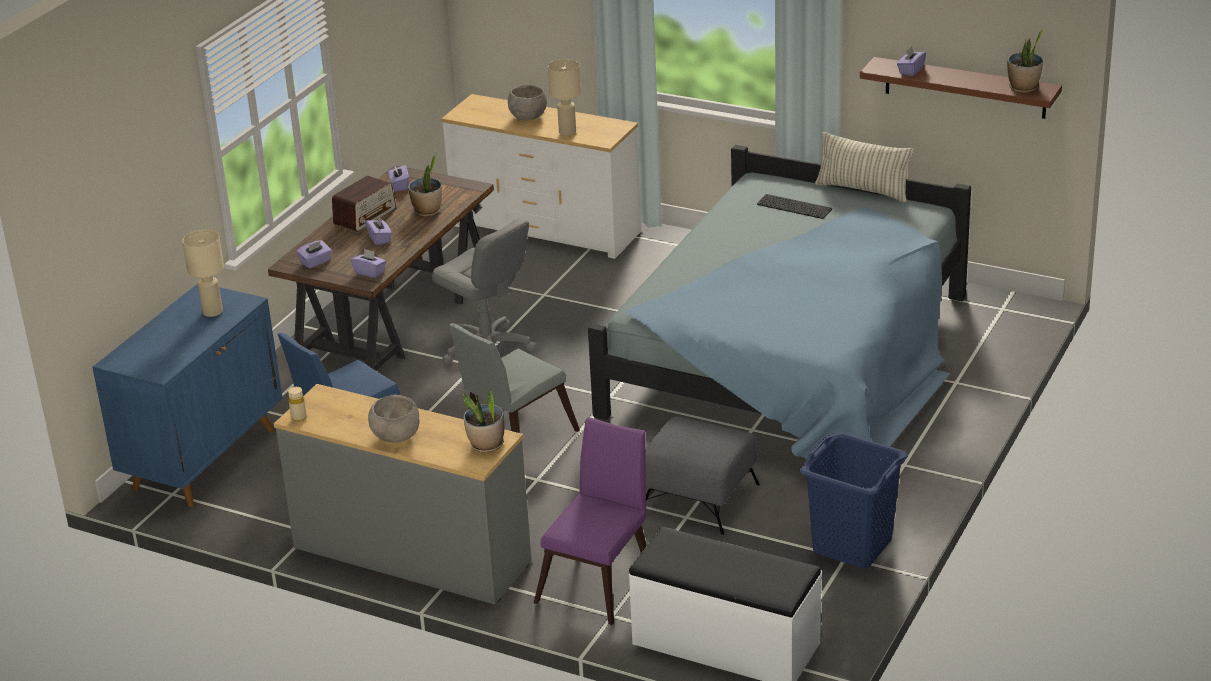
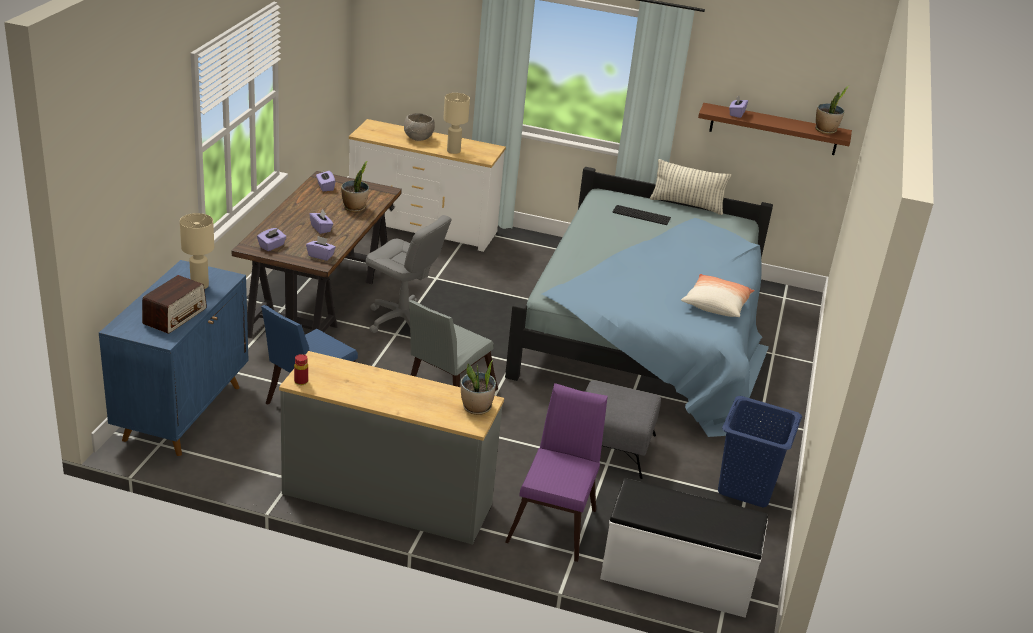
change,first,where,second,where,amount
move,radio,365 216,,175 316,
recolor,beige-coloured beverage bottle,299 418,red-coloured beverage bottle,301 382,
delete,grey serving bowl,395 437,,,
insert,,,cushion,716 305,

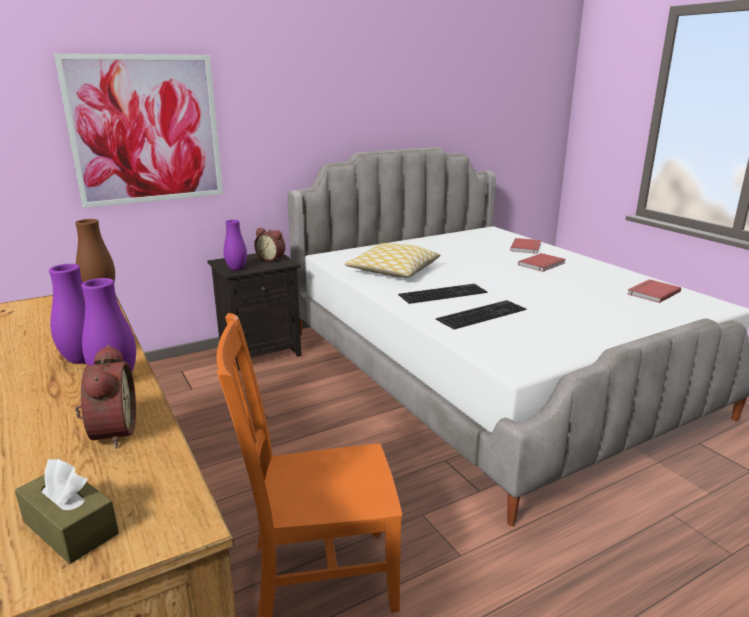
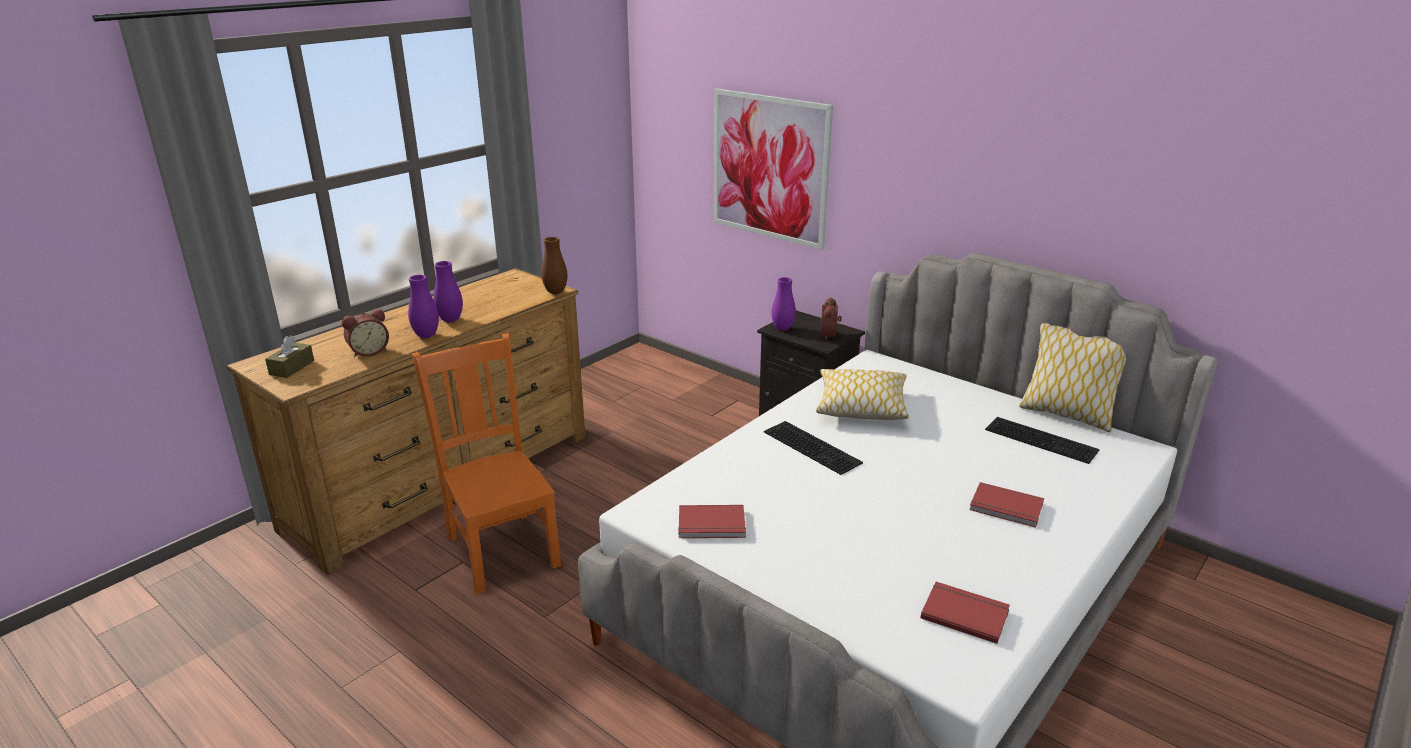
change,first,where,second,where,amount
move,red-coloured bound book,527 247,,712 525,
move,keyboard,481 313,,1042 439,
insert,,,cushion,1066 414,

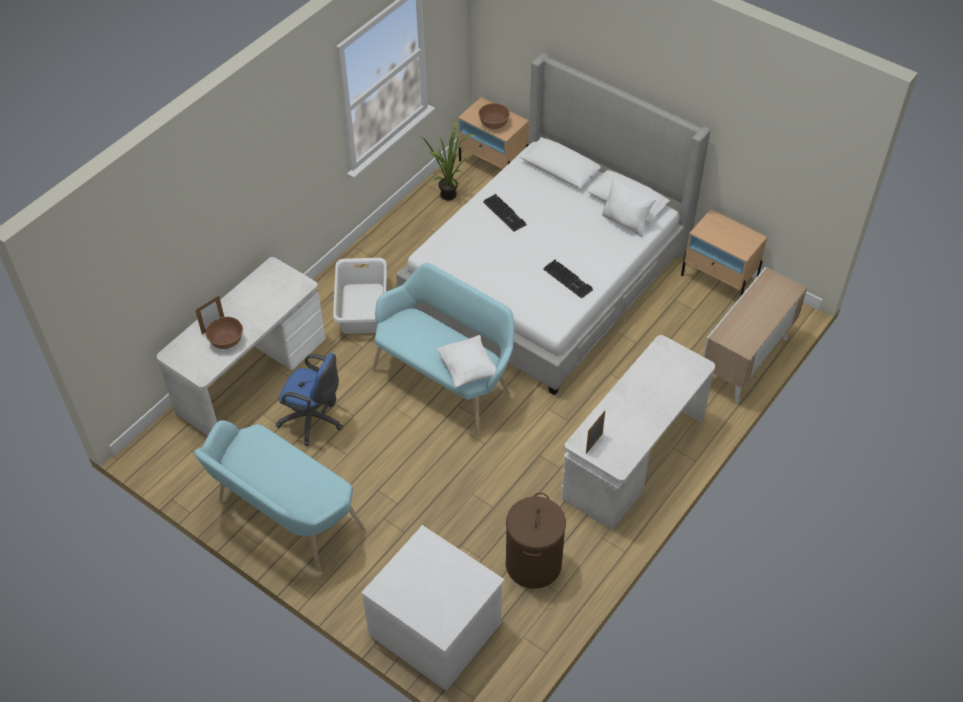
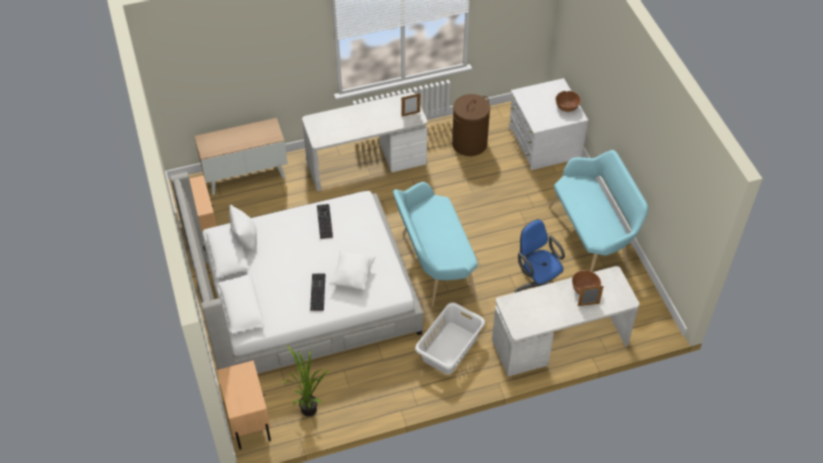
change,first,where,second,where,amount
move,brown-coloured serving bowl,494 123,,566 107,
move,white cushion,468 370,,353 276,

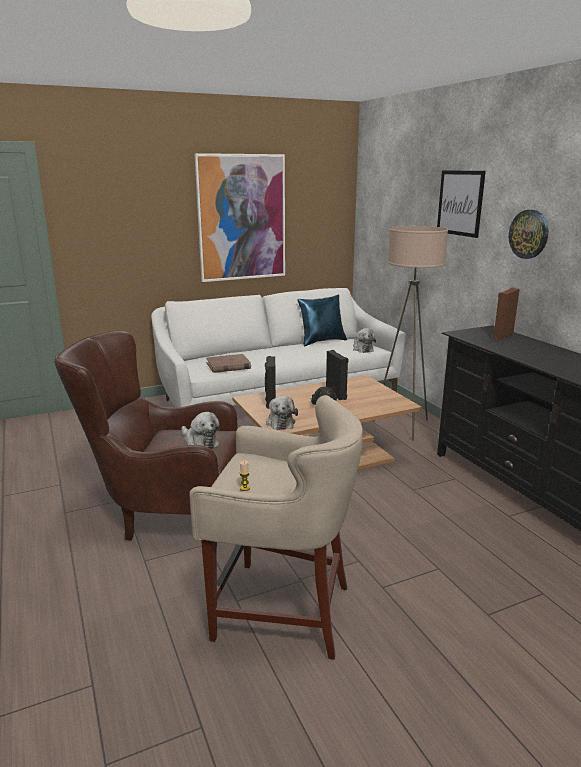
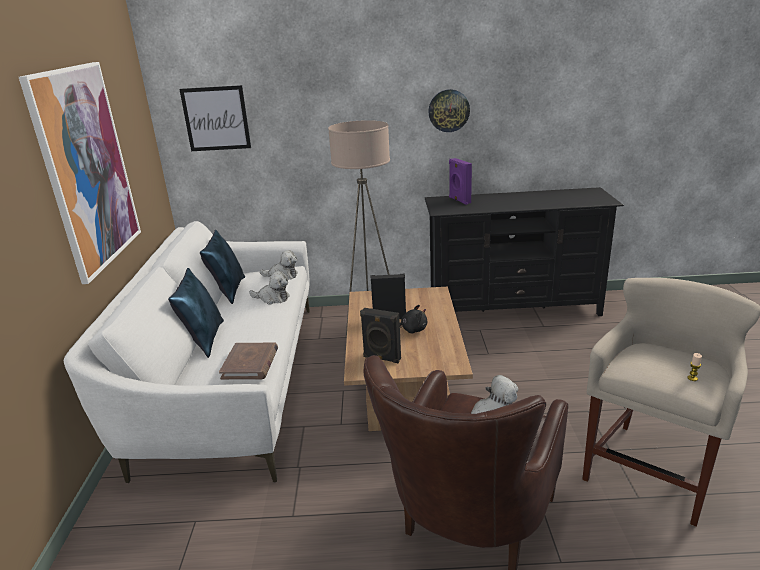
change,first,where,second,where,amount
move,wall art,460 203,,216 118,
recolor,brown-coloured speaker,502 335,purple-coloured speaker,459 200,
move,plush toy,280 422,,272 298,
insert,,,blue-coloured cushion,204 339,

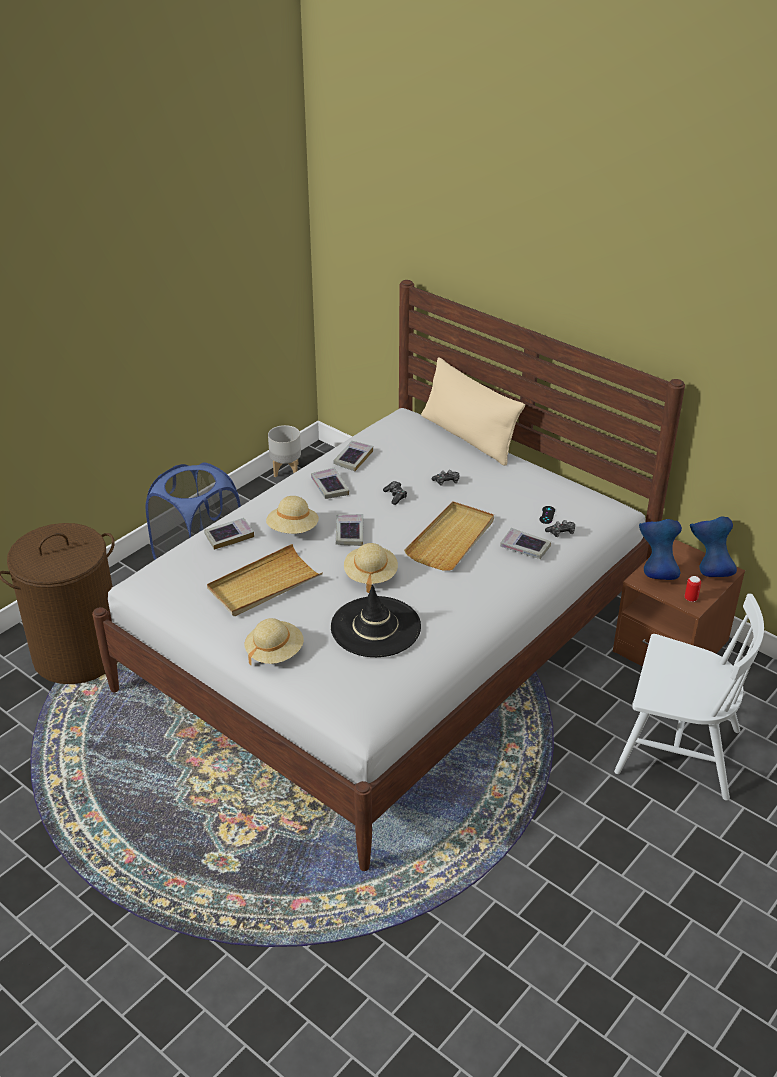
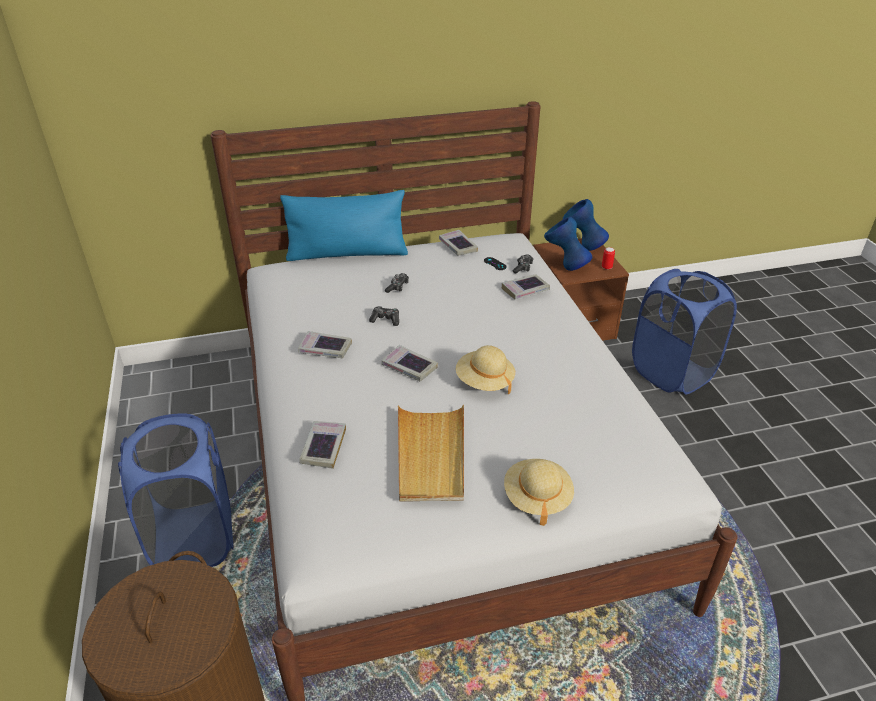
change,first,where,second,where,amount
recolor,beige-coloured cushion,468 437,blue-coloured cushion,347 254,
delete,grey flower pot,286 470,,,
move,bound book,353 458,,458 246,
delete,beige-coloured wearable hat,293 530,,,
delete,beige-coloured serving tray,451 539,,,
delete,blackish wearable hat,375 627,,,
replace,white chair,677 750,blue-coloured washing basket,672 372,

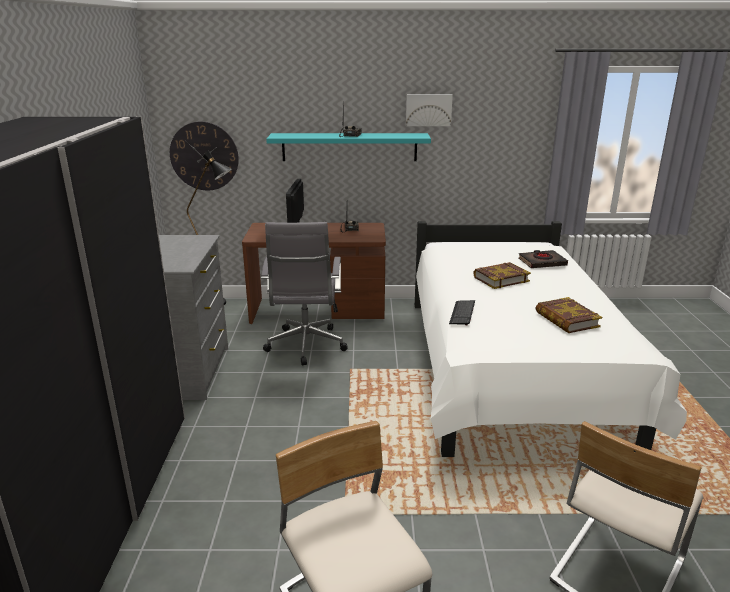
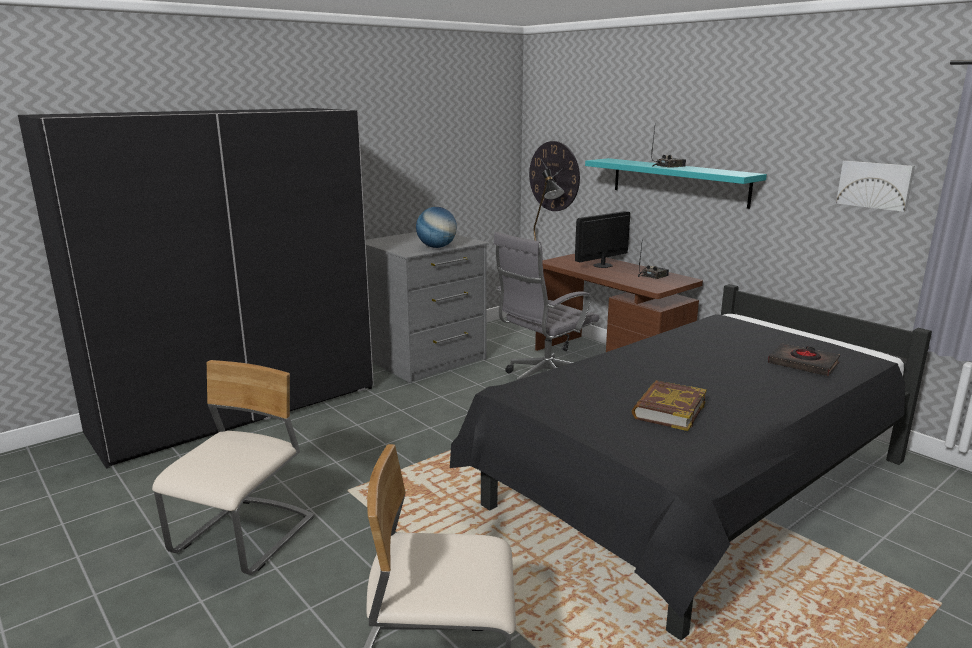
change,first,where,second,where,amount
move,wall art,428 110,,875 185,
recolor,white sleeping bed,509 371,blackish sleeping bed,693 488,
delete,bound book,500 279,,,
delete,keyboard,462 313,,,
insert,,,globe,436 247,

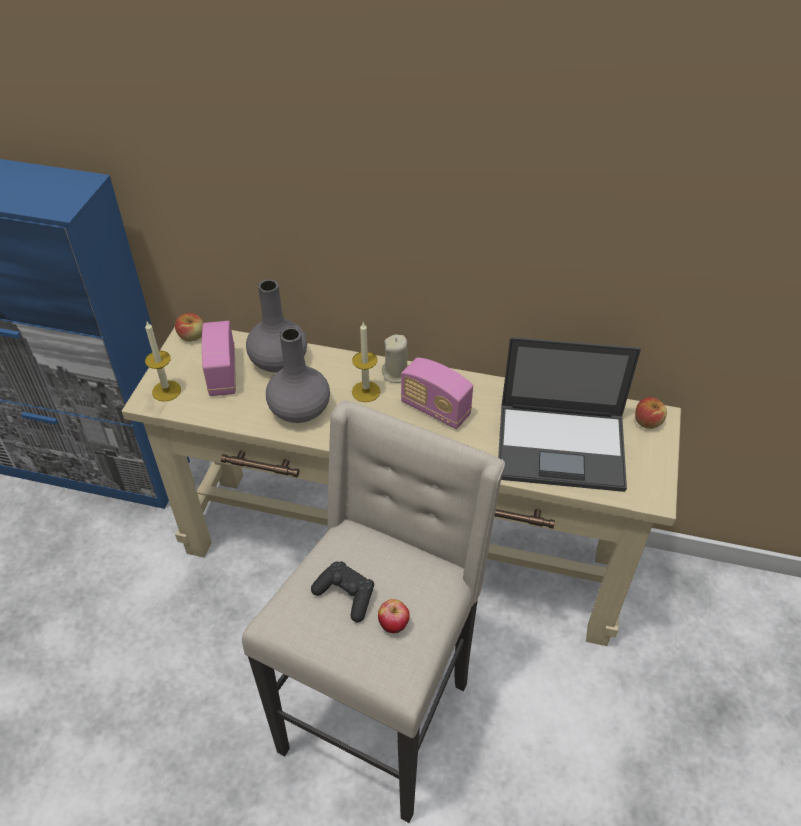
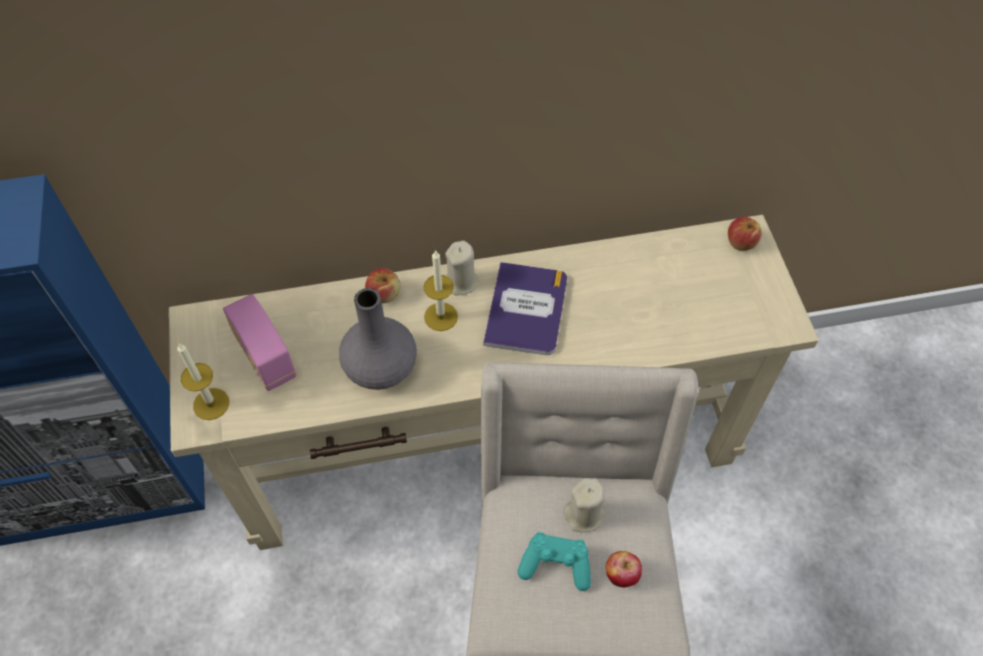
change,first,where,second,where,amount
delete,grey decorative vase,279 360,,,
move,apple,192 336,,384 294,
delete,portable computer,562 446,,,
replace,radio,435 409,bound book,526 309,
recolor,blackish joypad,346 595,turquoise joypad,555 564,
insert,,,beige-coloured wax light,584 514,

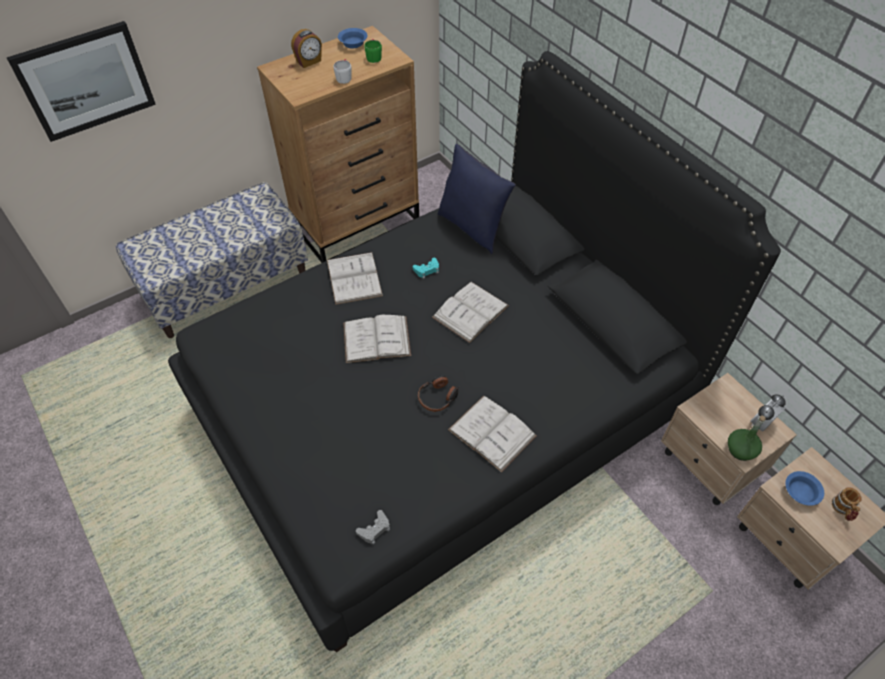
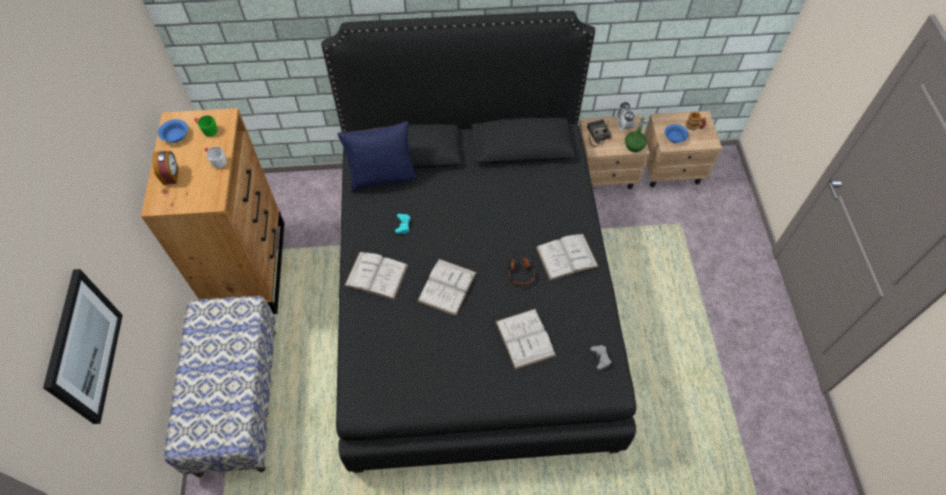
change,first,where,second,where,amount
move,white bound book,470 311,,525 338,
insert,,,radio,597 135,

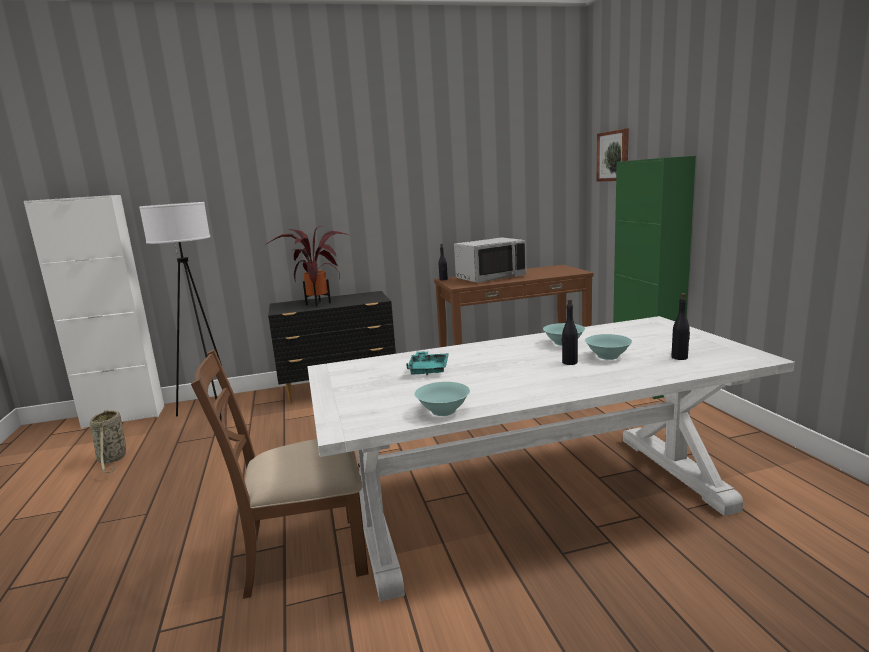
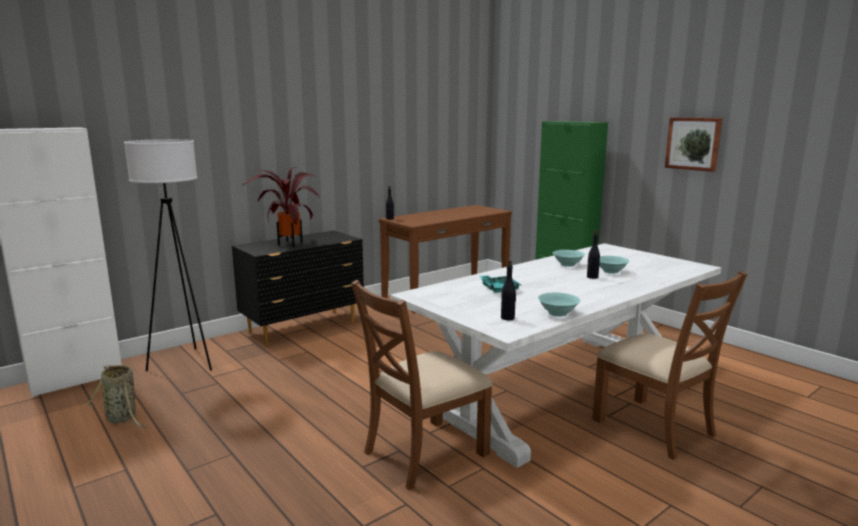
change,first,where,second,where,amount
move,wall art,613 156,,693 143,
delete,grey kitchen microwave,490 277,,,
move,blackish beverage bottle,679 357,,508 318,
insert,,,brown-coloured chair,655 427,

